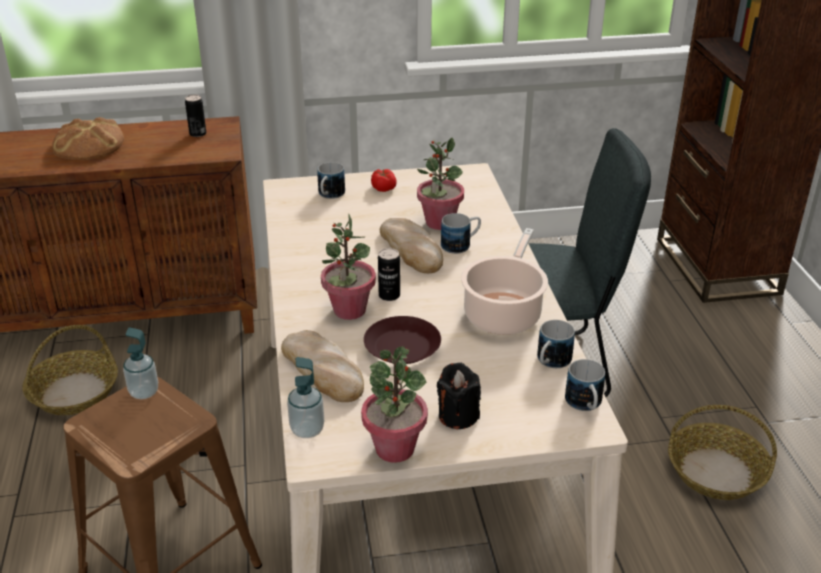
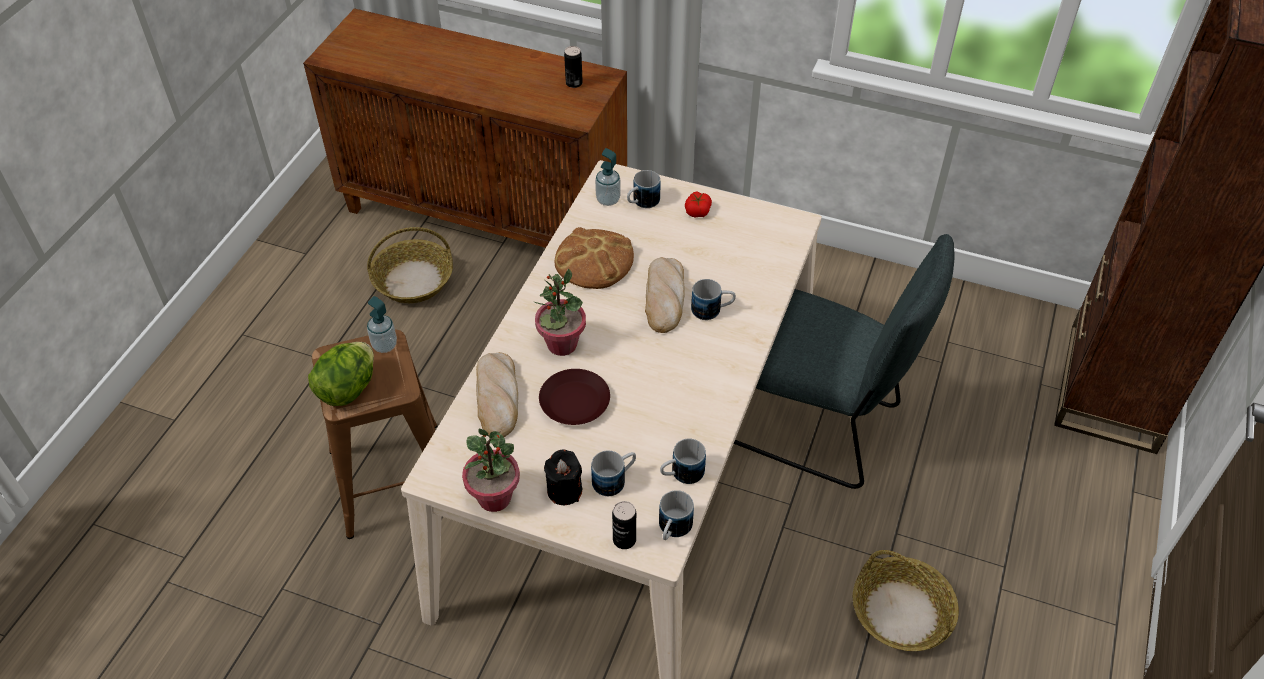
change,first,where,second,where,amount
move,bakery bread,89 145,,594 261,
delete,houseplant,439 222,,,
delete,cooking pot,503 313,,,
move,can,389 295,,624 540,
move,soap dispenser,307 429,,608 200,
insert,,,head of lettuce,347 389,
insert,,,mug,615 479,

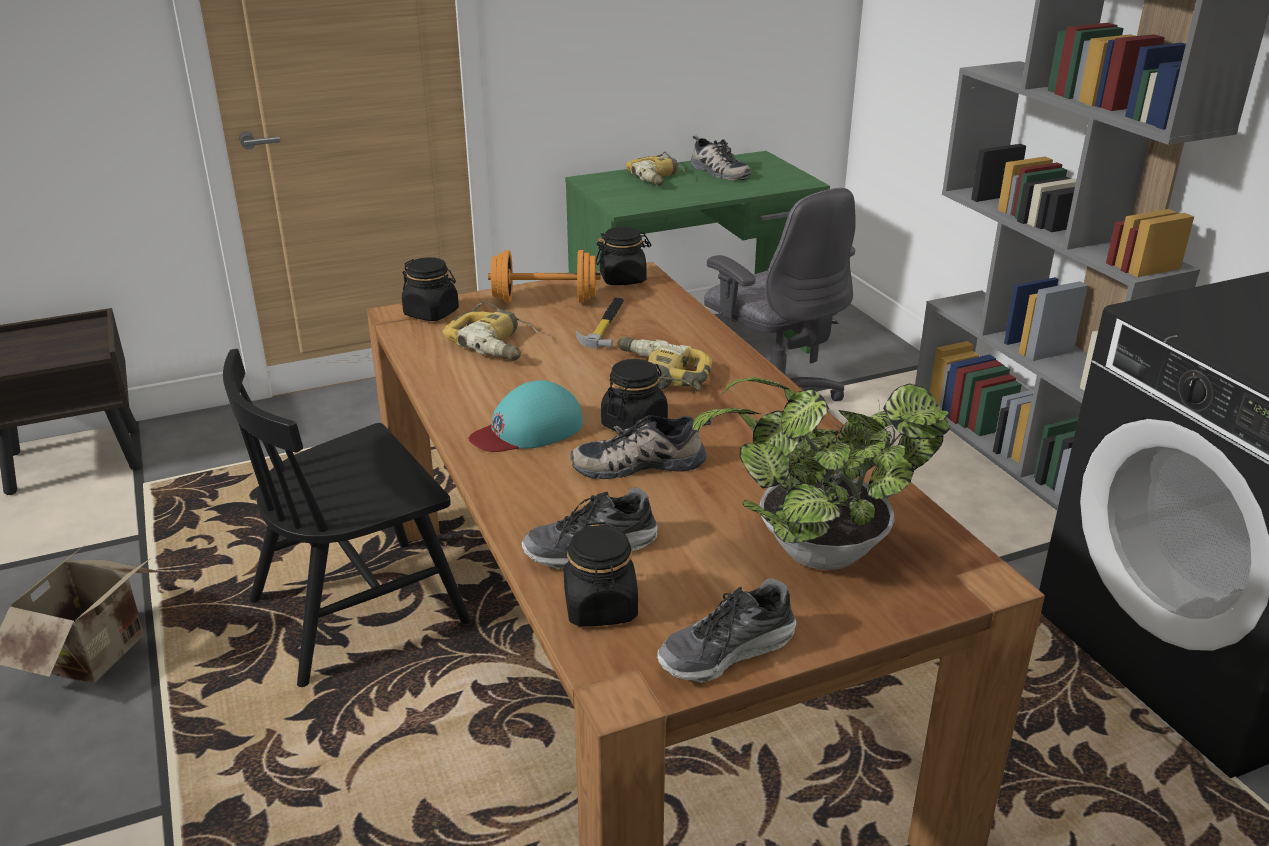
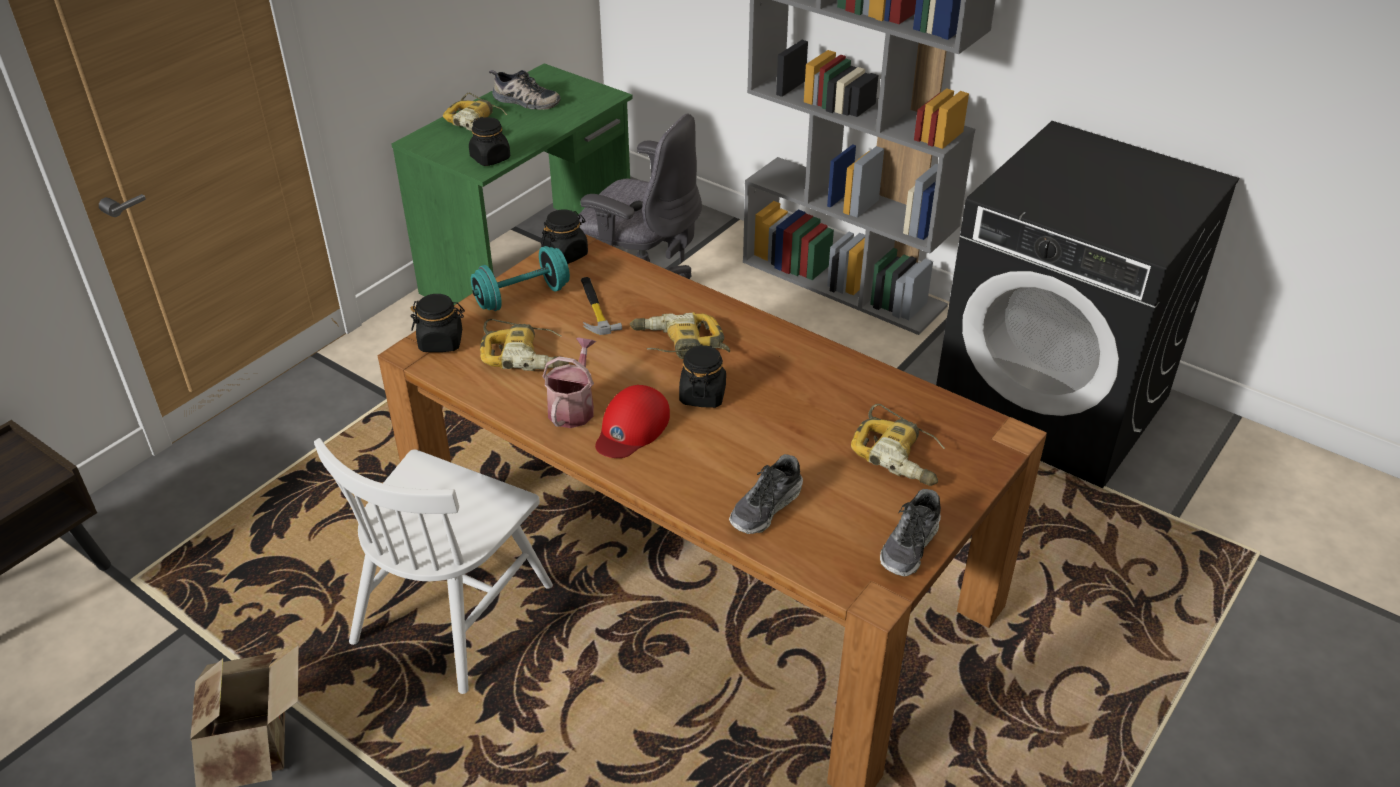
change,first,where,second,where,amount
recolor,orange hand weight,545 300,turquoise hand weight,522 297,
recolor,blackish chair,360 610,white chair,452 612,
replace,houseplant,811 552,drill,900 454,
recolor,turquoise baseball cap,528 430,red-coloured baseball cap,631 428,
delete,shoe,639 462,,,
move,blackish storage jar,601 607,,490 158,
insert,,,watering can,573 407,

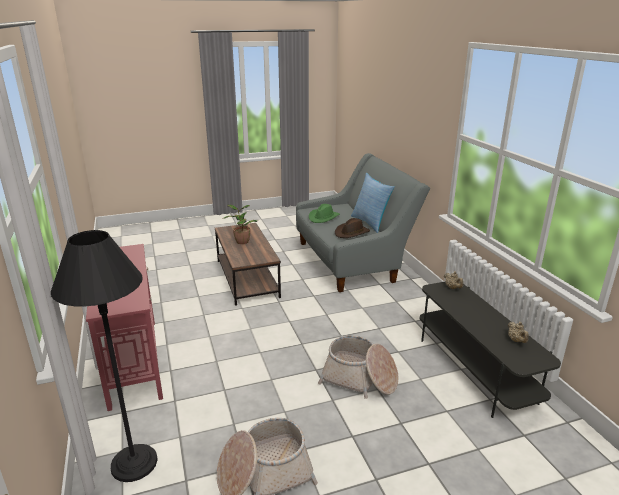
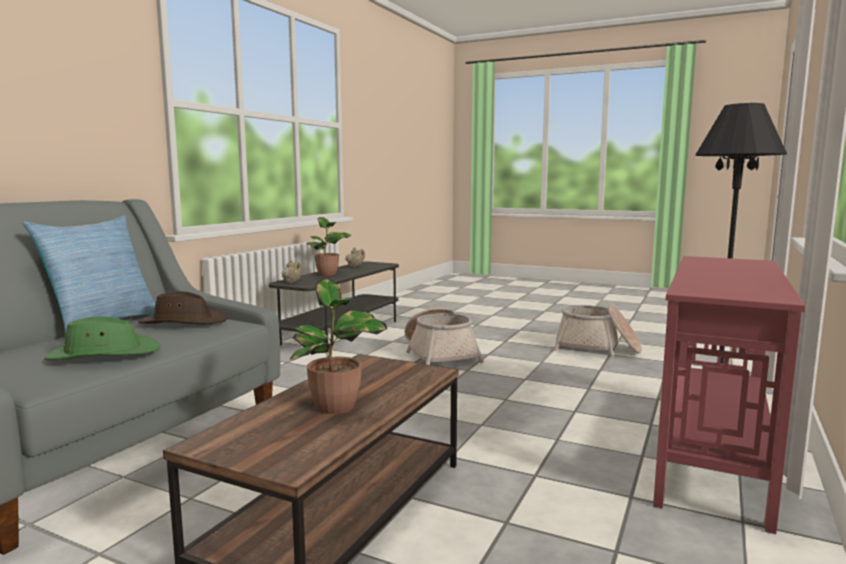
change,first,where,second,where,amount
insert,,,houseplant,328 274,

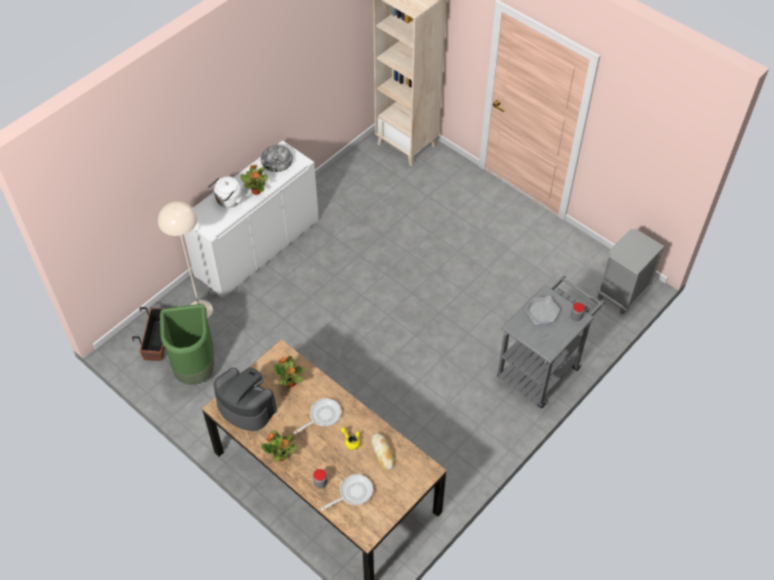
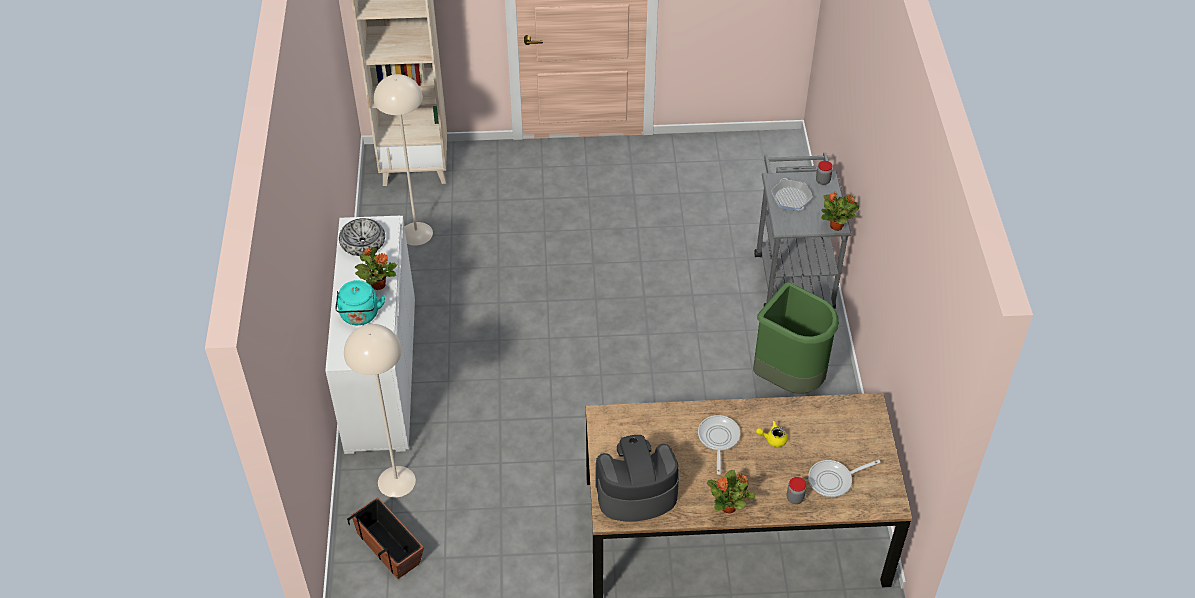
change,first,where,second,where,amount
recolor,white tea kettle,228 201,turquoise tea kettle,360 316,
delete,grey nightstand,622 294,,,
move,greenish rubbish bin,195 369,,789 378,
move,houseplant,290 383,,837 226,
delete,bakery bread,382 453,,,
rotate,frying pan,353 493,,833 480,120 degrees counterclockwise
insert,,,beige-coloured floor lamp,416 234,

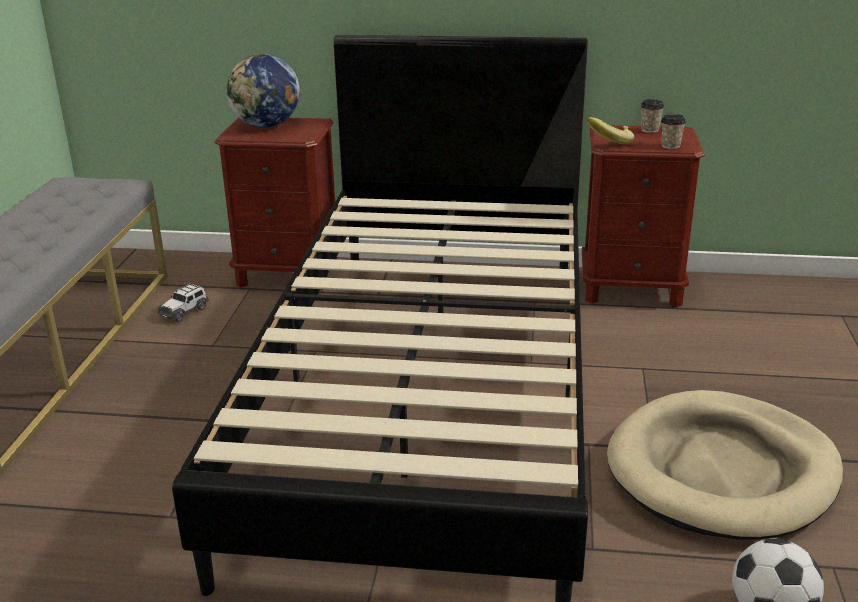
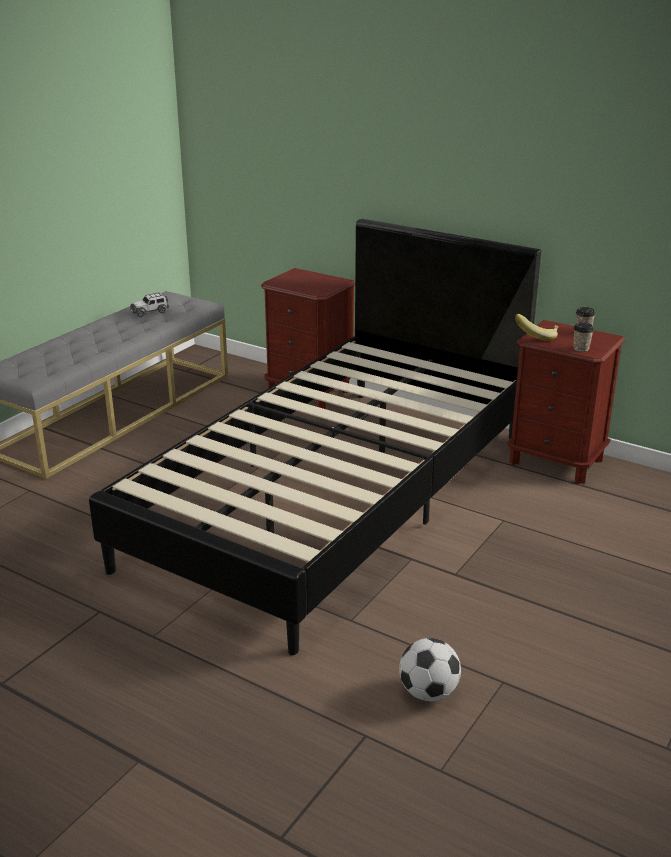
change,first,where,second,where,amount
delete,globe,266 125,,,
move,toy car,184 312,,150 312,
delete,beige-coloured dog bed,722 471,,,

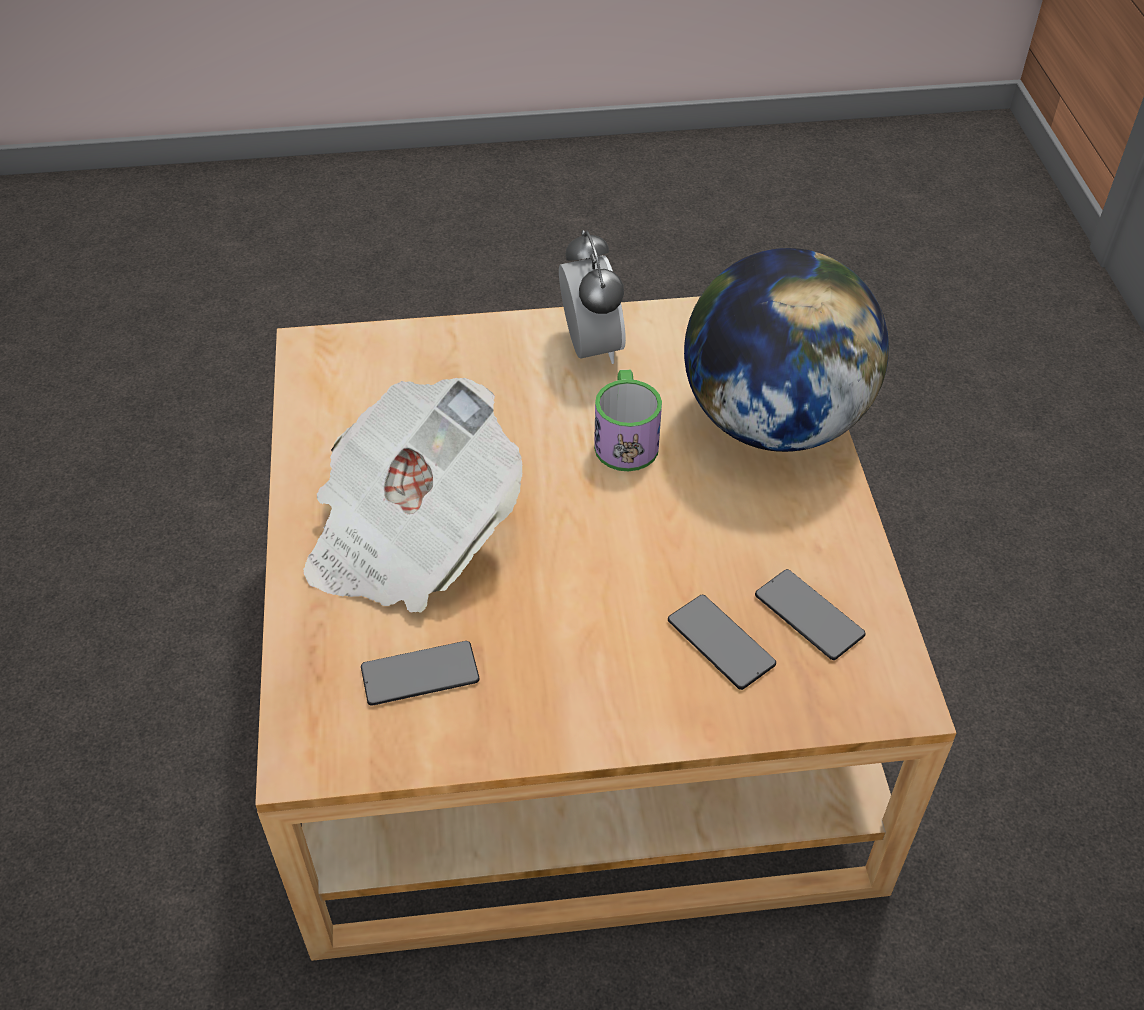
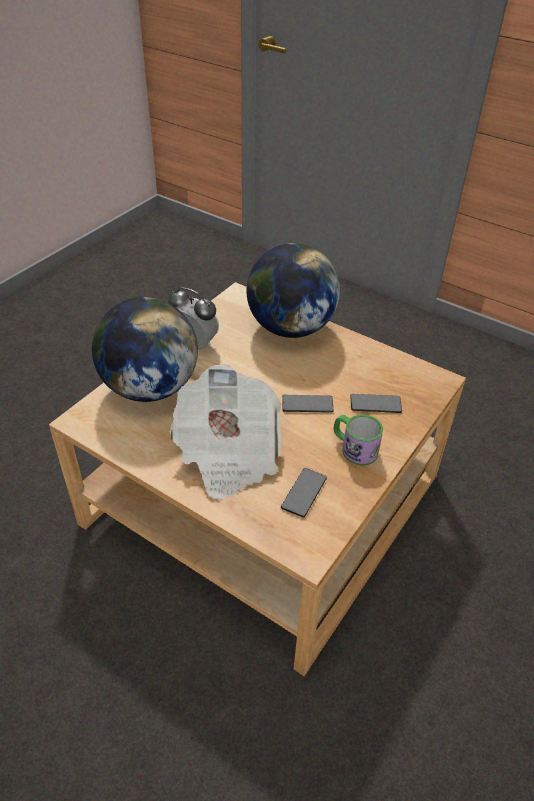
change,first,where,second,where,amount
move,mug,625 438,,354 448,
move,telephone,809 615,,307 404,
insert,,,globe,150 388,

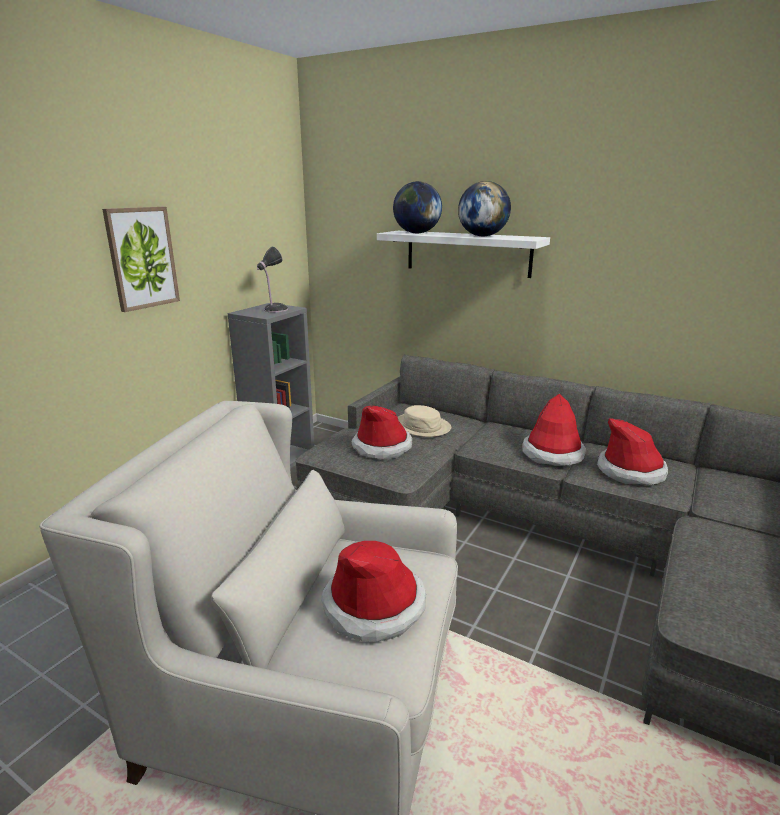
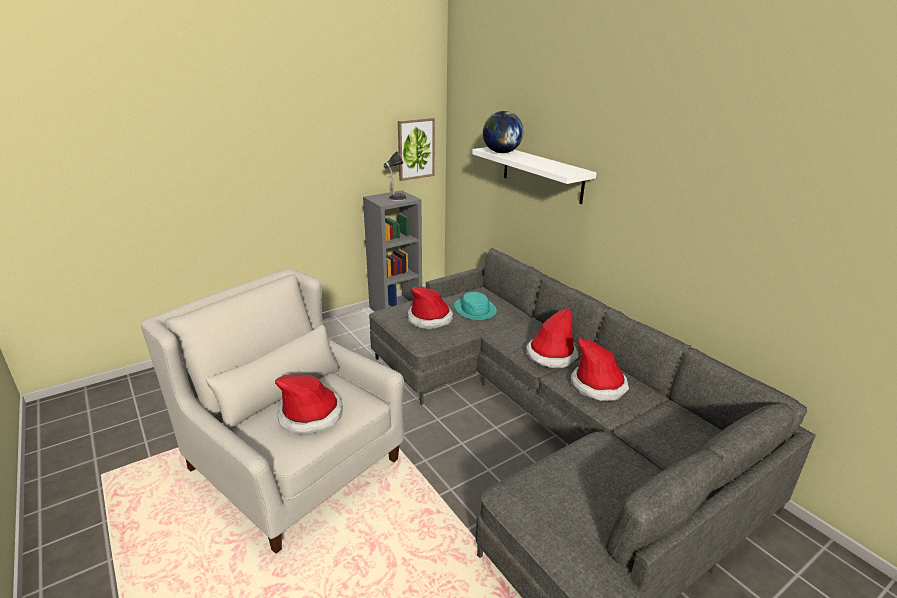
change,first,where,second,where,amount
delete,globe,482 236,,,
move,wall art,142 258,,415 149,
recolor,beige-coloured wearable hat,422 426,turquoise wearable hat,475 309,

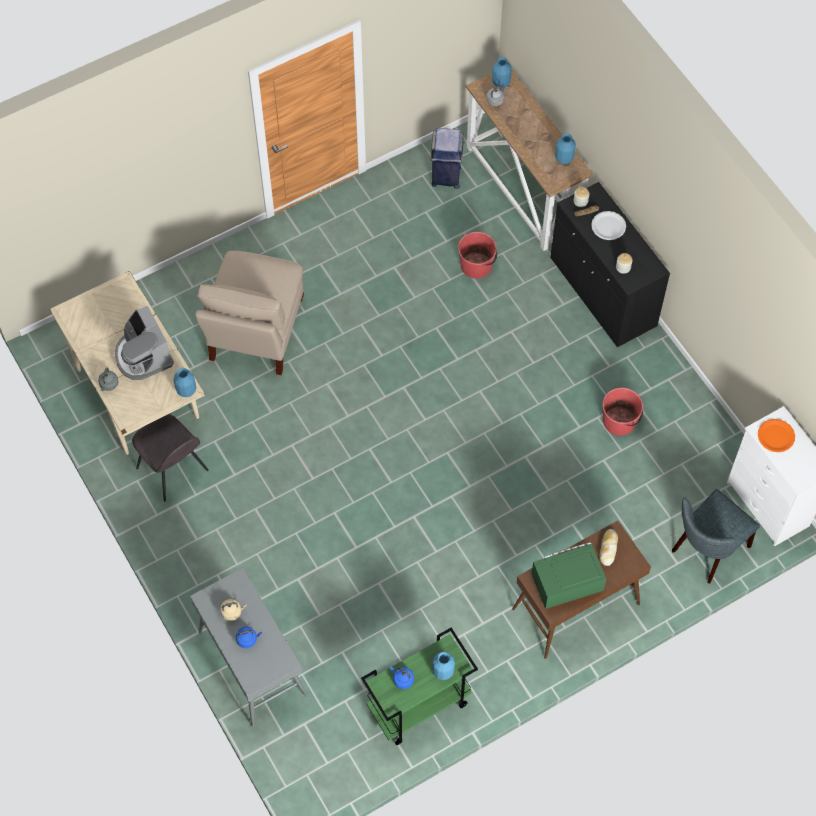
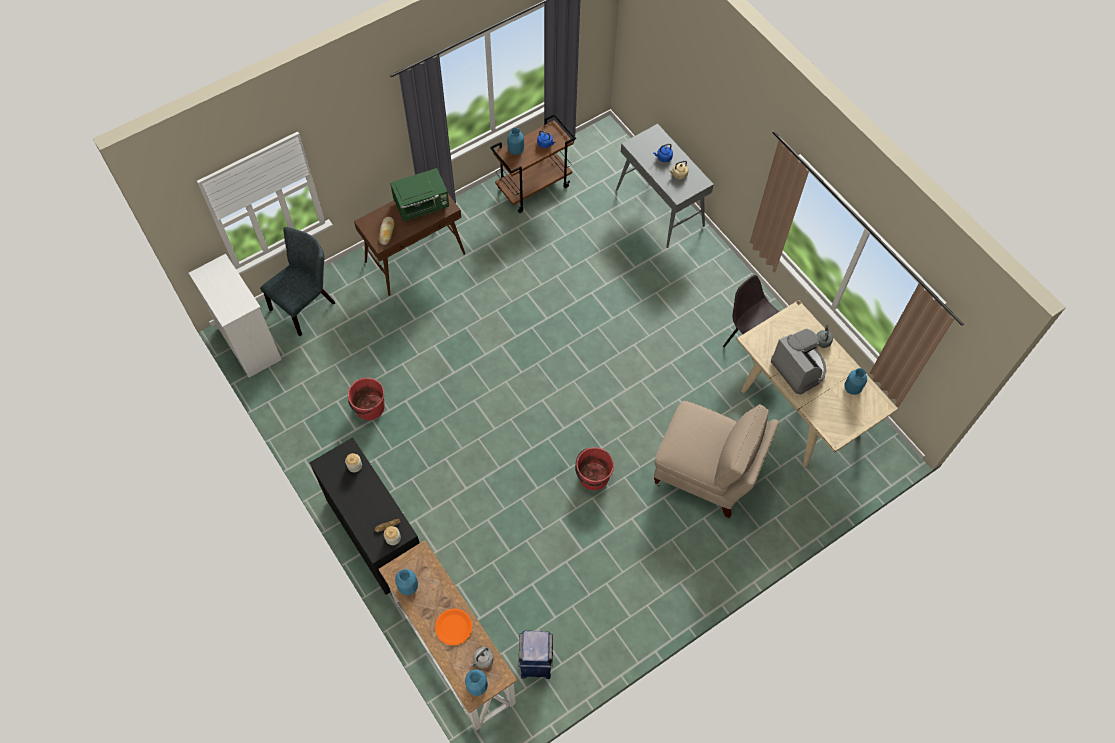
change,first,where,second,where,amount
delete,white flat dish,608 226,,,
move,red-coloured bucket,476 265,,593 477,
rotate,beige-coloured chair,256 332,,705 473,105 degrees clockwise
move,blue-coloured decorative vase,186 390,,852 388,
move,orange flat dish,776 436,,453 627,
recolor,greenish wheeled cart,418 706,brown-coloured wheeled cart,534 187,

